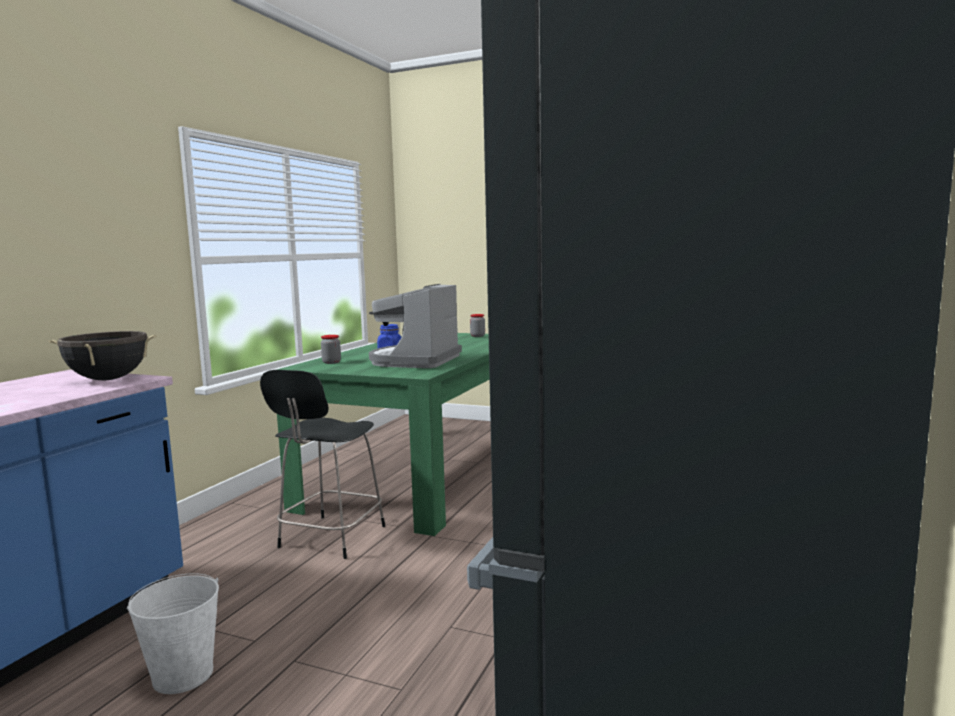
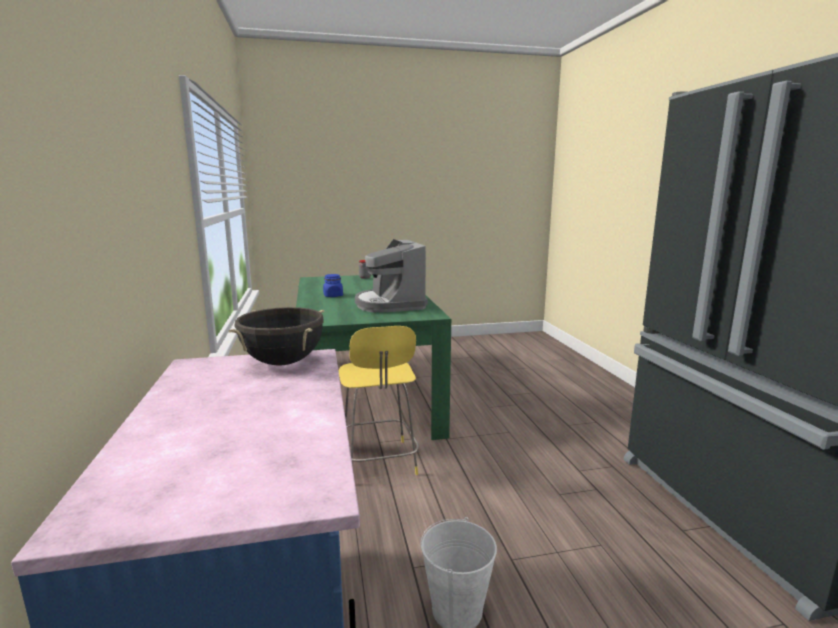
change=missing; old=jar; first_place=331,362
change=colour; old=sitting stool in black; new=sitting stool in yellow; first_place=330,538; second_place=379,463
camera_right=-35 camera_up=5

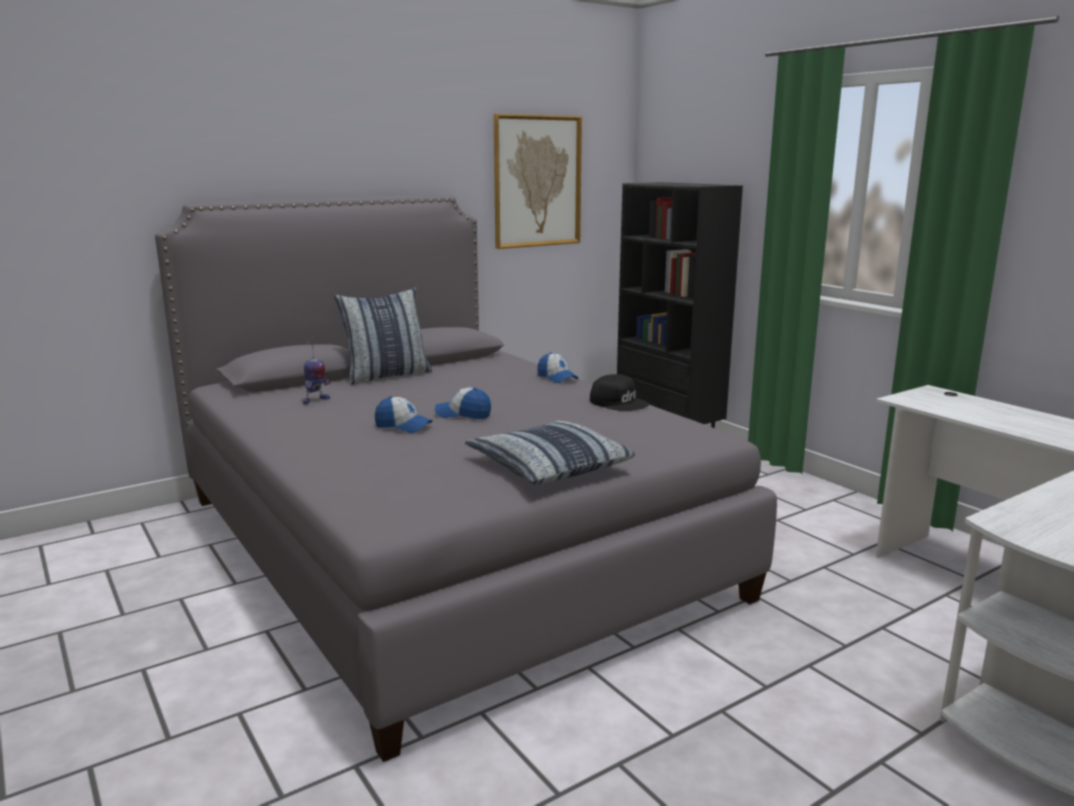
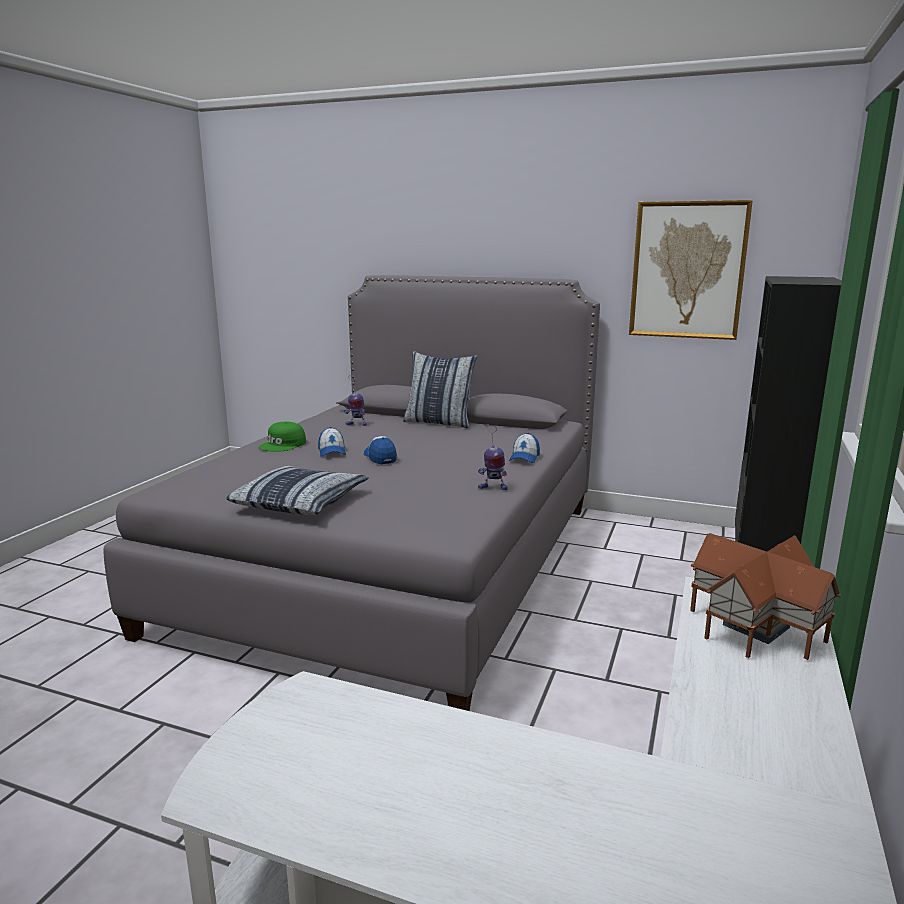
change=exchanged; old=peaked cap in black; new=toy robot; first_place=619,402; second_place=492,488
change=appeared; new=peaked cap in green; second_place=283,445
change=appeared; new=model house; second_place=757,627
camera_right=55 camera_up=0

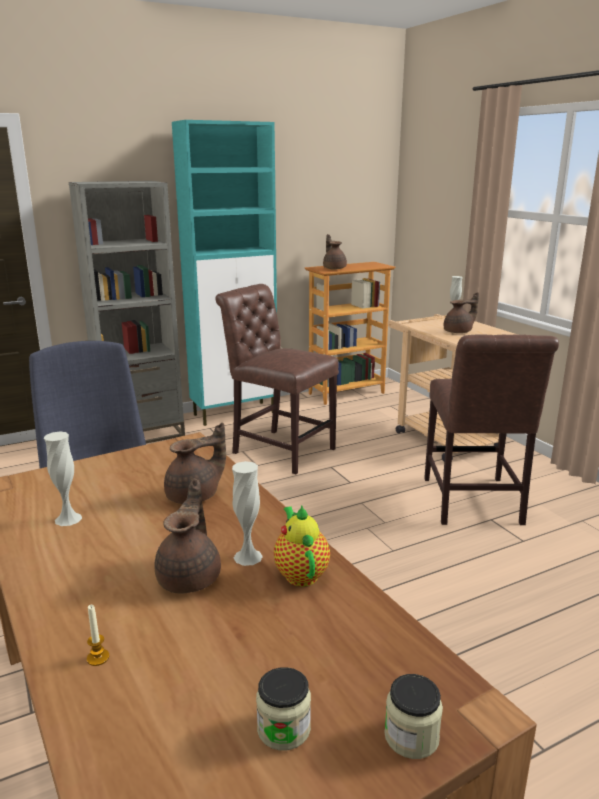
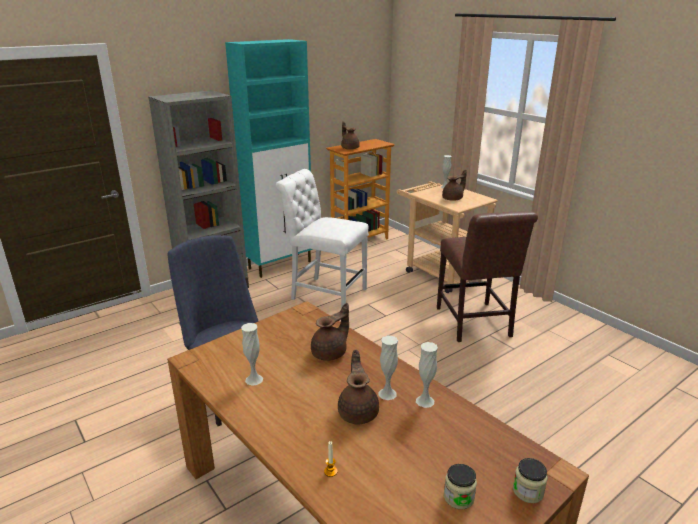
change=colour; old=plain chair in brownish; new=plain chair in white-coloured; first_place=279,449; second_place=325,293
change=exchanged; old=pot for tea; new=vase in white-coloured; first_place=300,573; second_place=425,401
camera_right=-10 camera_up=5

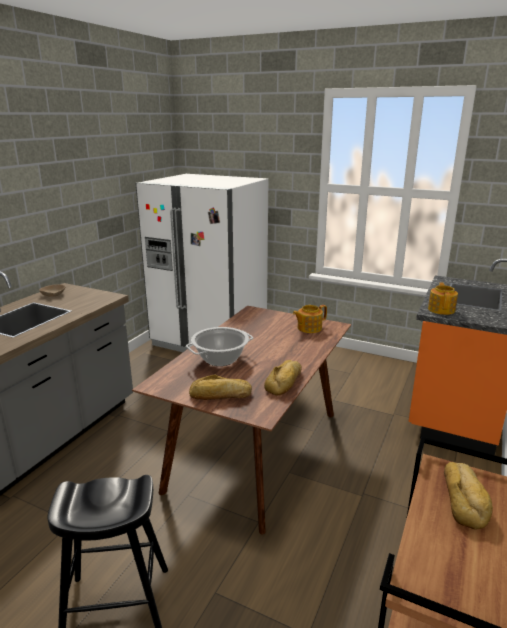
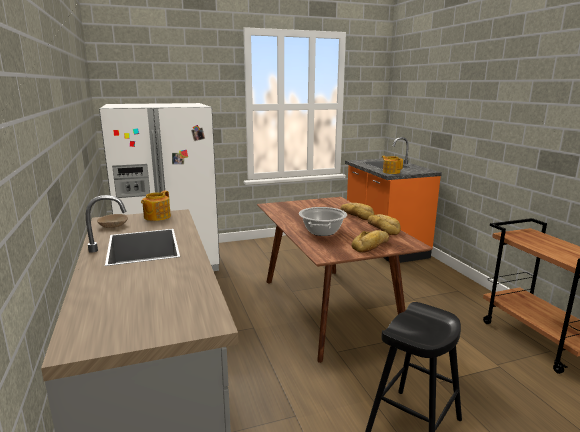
change=relocated; old=pot for tea; first_place=308,328; second_place=156,217
change=relocated; old=bread; first_place=465,499; second_place=357,215
camera_right=-45 camera_up=-5

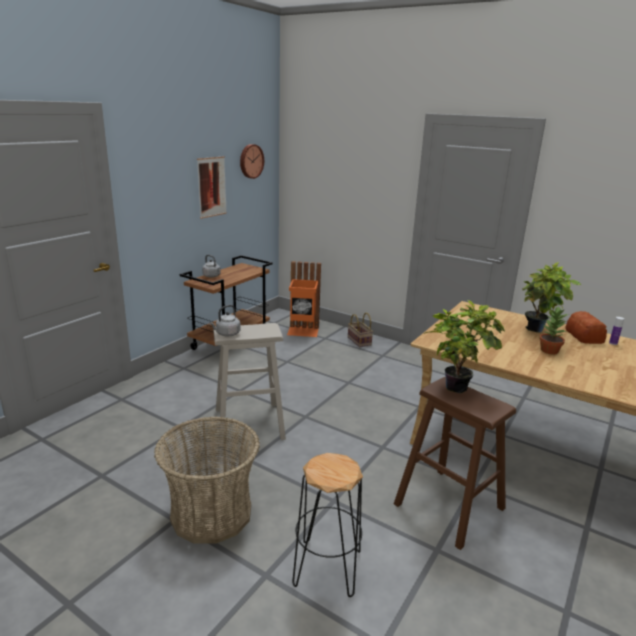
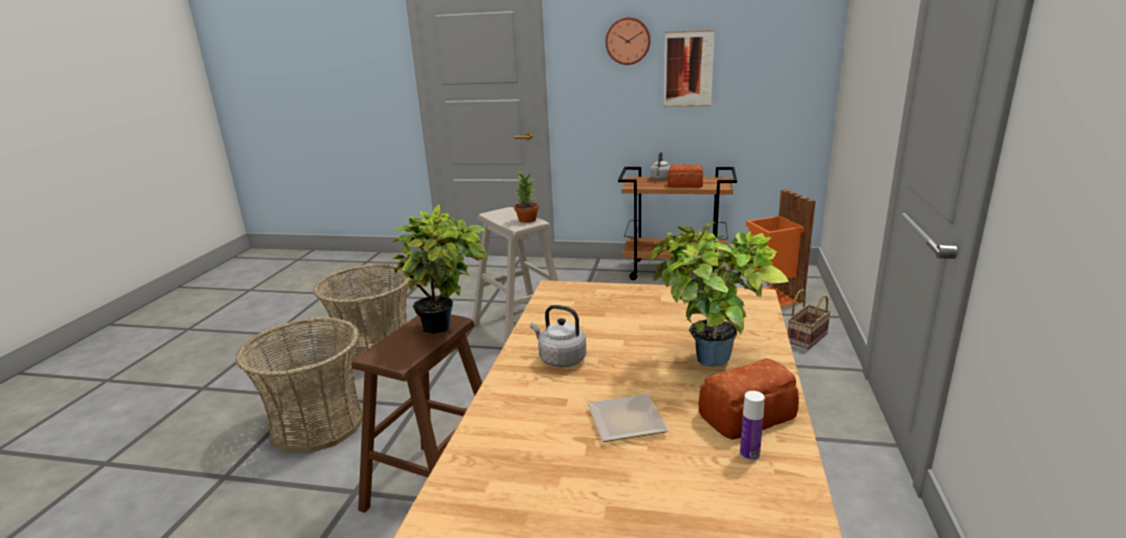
change=relocated; old=clock on the wall; first_place=250,161; second_place=628,41
change=relocated; old=kettle in greyish; first_place=226,334; second_place=560,359
change=relocated; old=potted plant; first_place=549,351; second_place=526,220
change=exchanged; old=sitting stool in black; new=basket; first_place=326,567; second_place=317,424
change=appeared; new=bread; second_place=686,185
change=appeared; new=plate; second_place=628,420
camera_right=70 camera_up=0

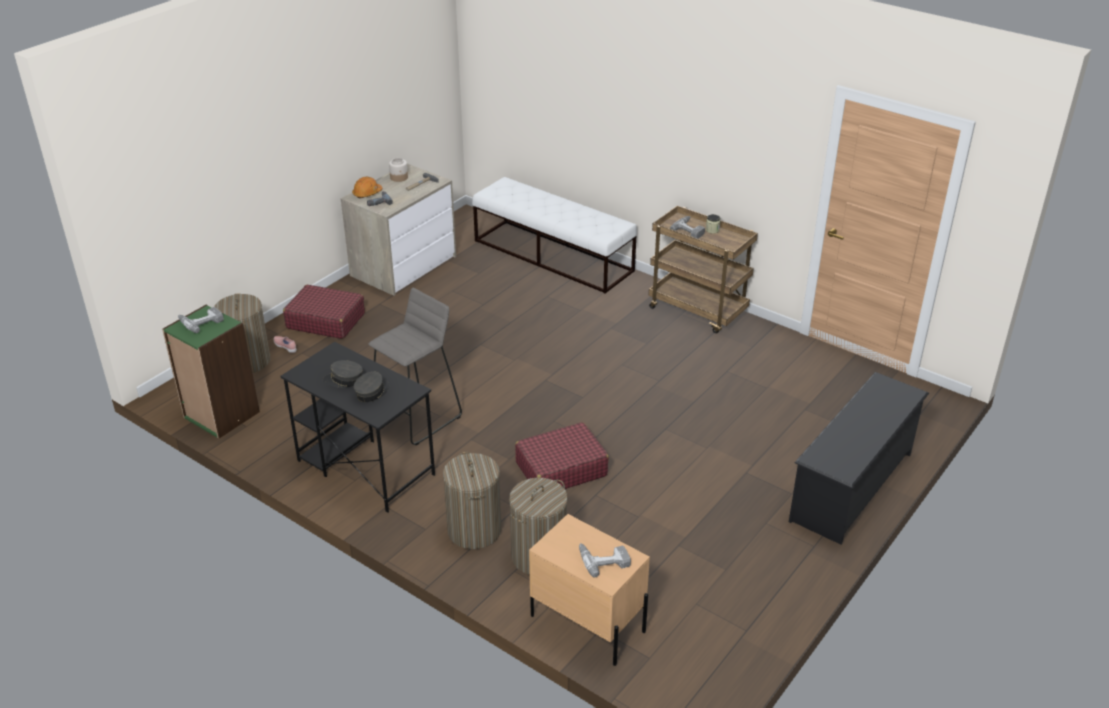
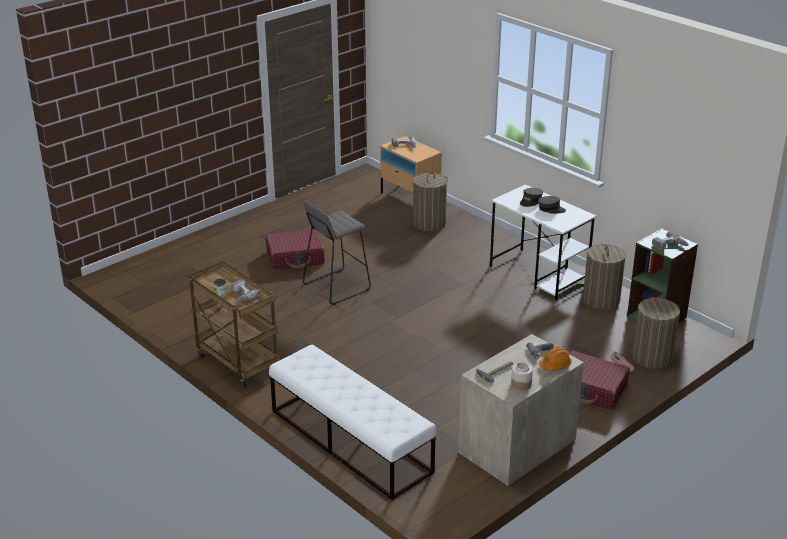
change=relocated; old=sitting stool in greyish; first_place=417,417; second_place=336,287
change=colour; old=desk in black; new=desk in white-coloured; first_place=364,467; second_place=539,274
change=missing; old=shoe shelf in black; first_place=852,486
change=relocated; old=suitcase in red-coloured; first_place=560,469; second_place=295,257
change=relocated; old=washing basket; first_place=474,530; second_place=601,300
camera_right=-170 camera_up=-5

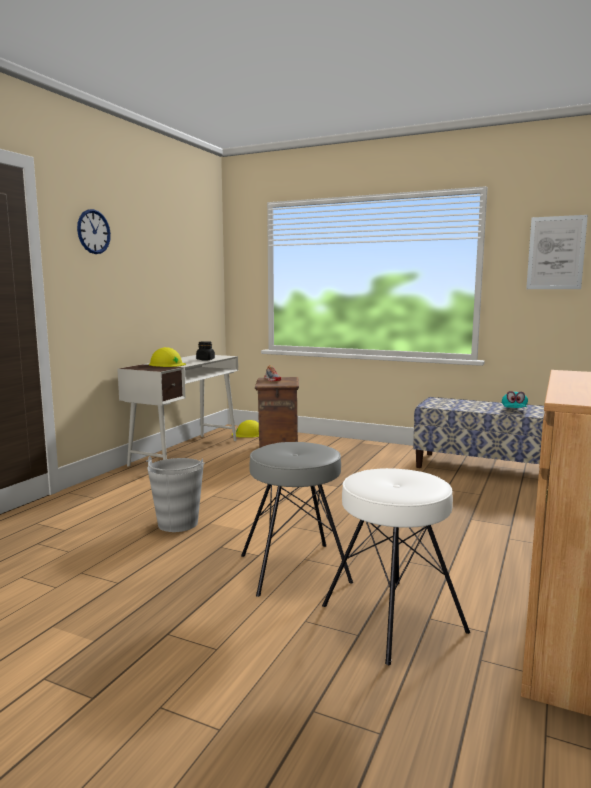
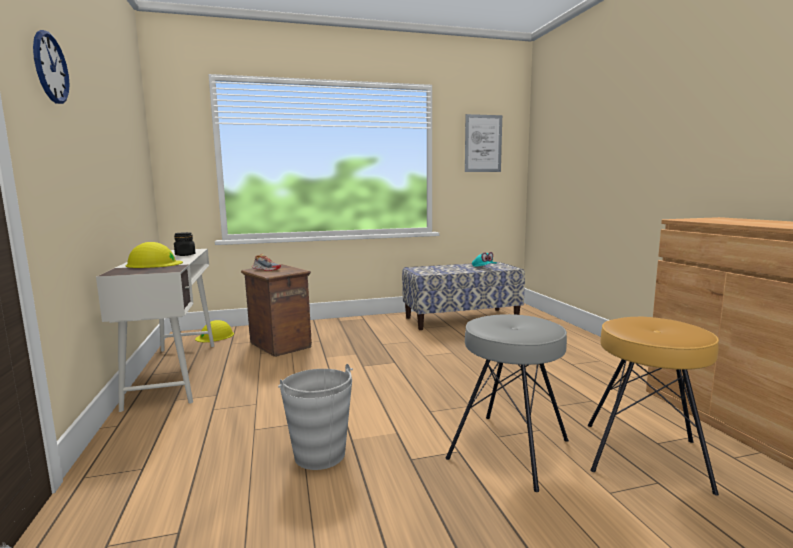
change=colour; old=sitting stool in white-coloured; new=sitting stool in brownish; first_place=392,619; second_place=645,456
camera_right=-40 camera_up=0

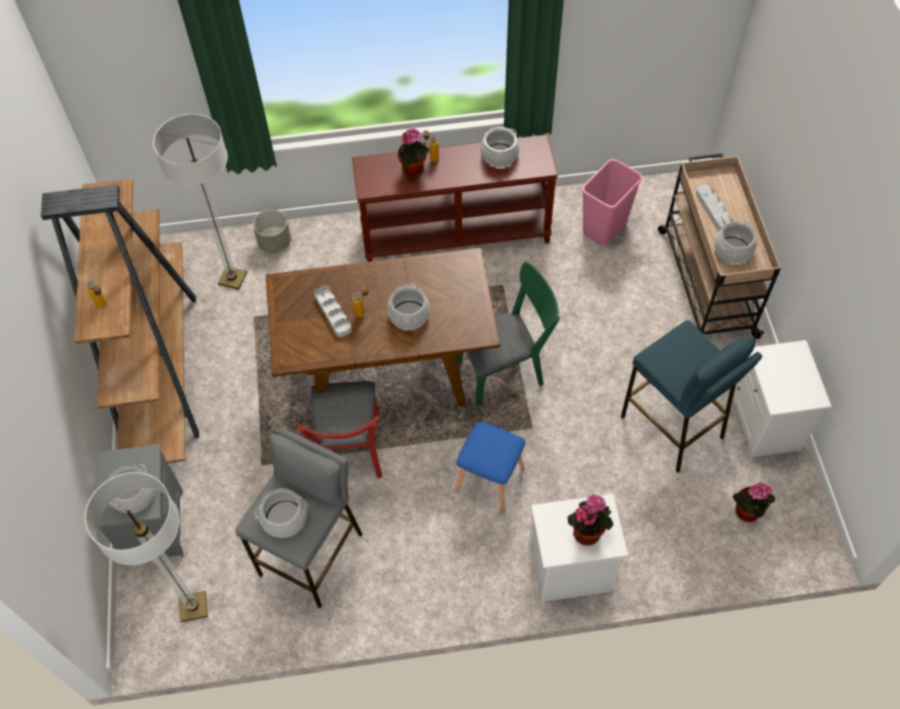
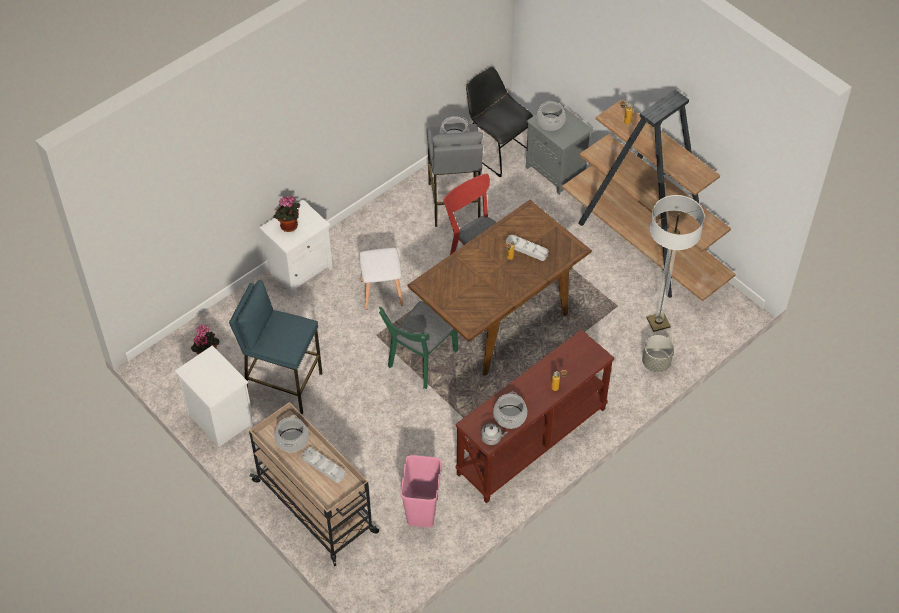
change=missing; old=potted plant; first_place=414,171
change=missing; old=cooking pot; first_place=408,315
change=colour; old=sitting stool in blue; new=sitting stool in white-coloured; first_place=489,478; second_place=382,292
change=exchanged; old=standard lamp; new=plain chair in black; first_place=193,607; second_place=497,150
change=appeared; new=kettle in greyish; second_place=492,438
camera_right=145 camera_up=-5

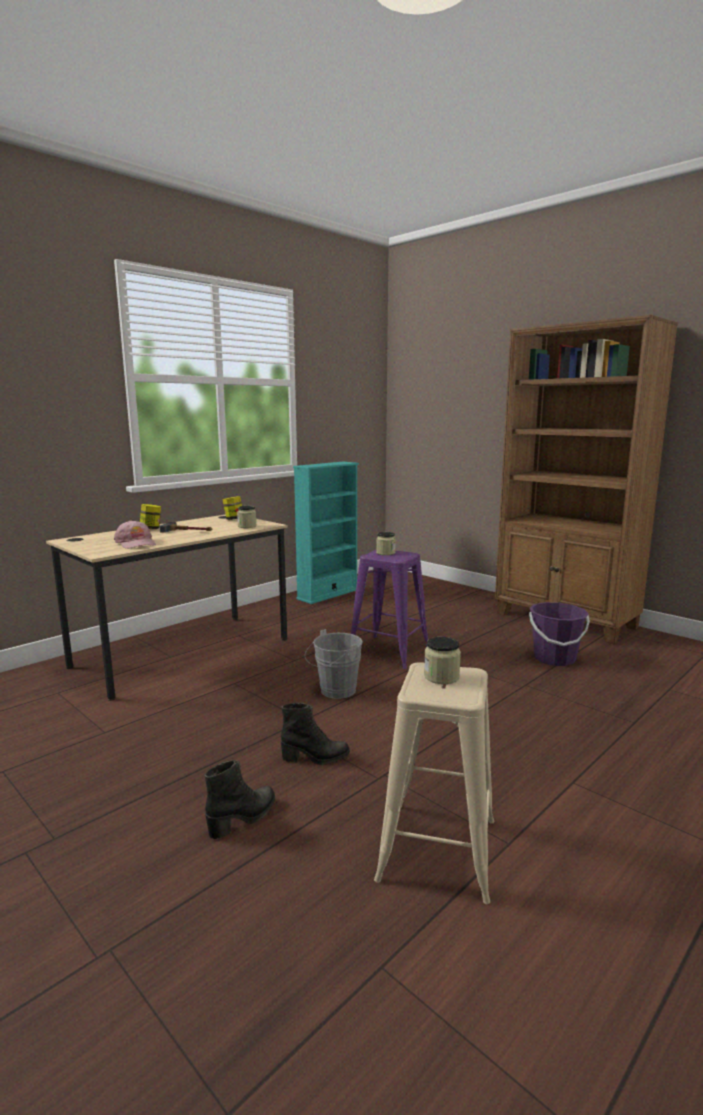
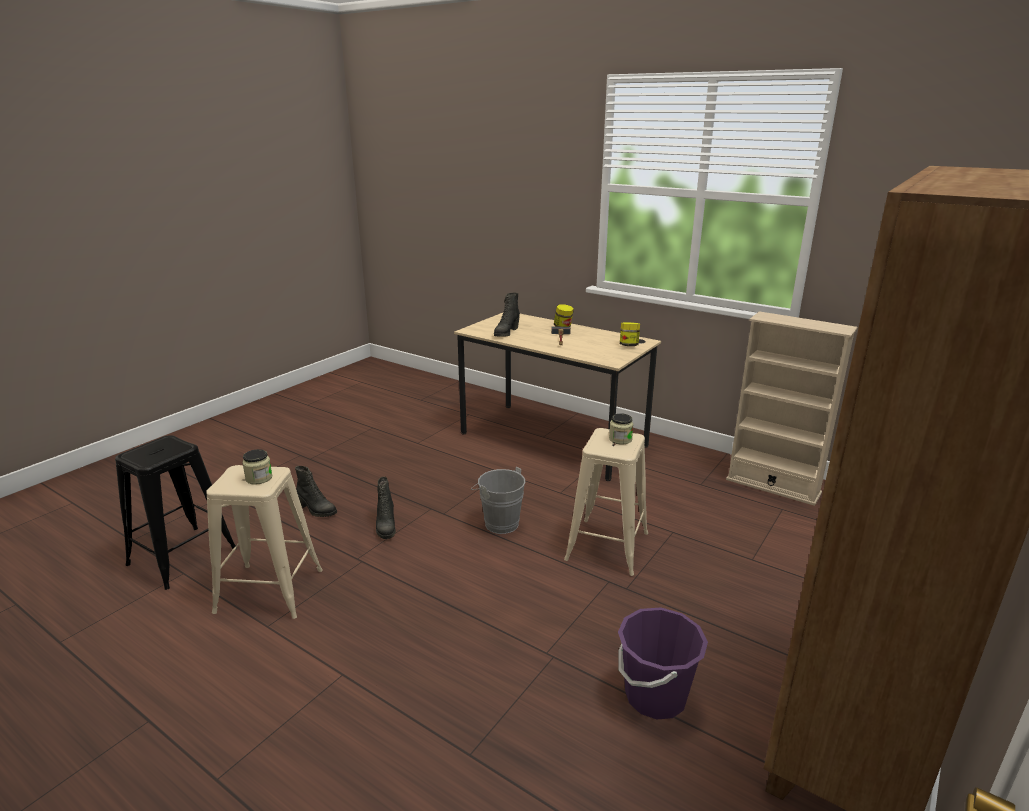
change=colour; old=shelving unit in turquoise-coloured; new=shelving unit in sand-coloured; first_place=328,594; second_place=773,486
change=missing; old=jar; first_place=247,526
change=exchanged; old=peaked cap in pink; new=boot in black; first_place=136,543; second_place=506,333
change=colour; old=sitting stool in purple; new=sitting stool in sand-coloured; first_place=388,652; second_place=607,546
change=appeared; new=sitting stool in black; second_place=182,557
camera_right=80 camera_up=10

